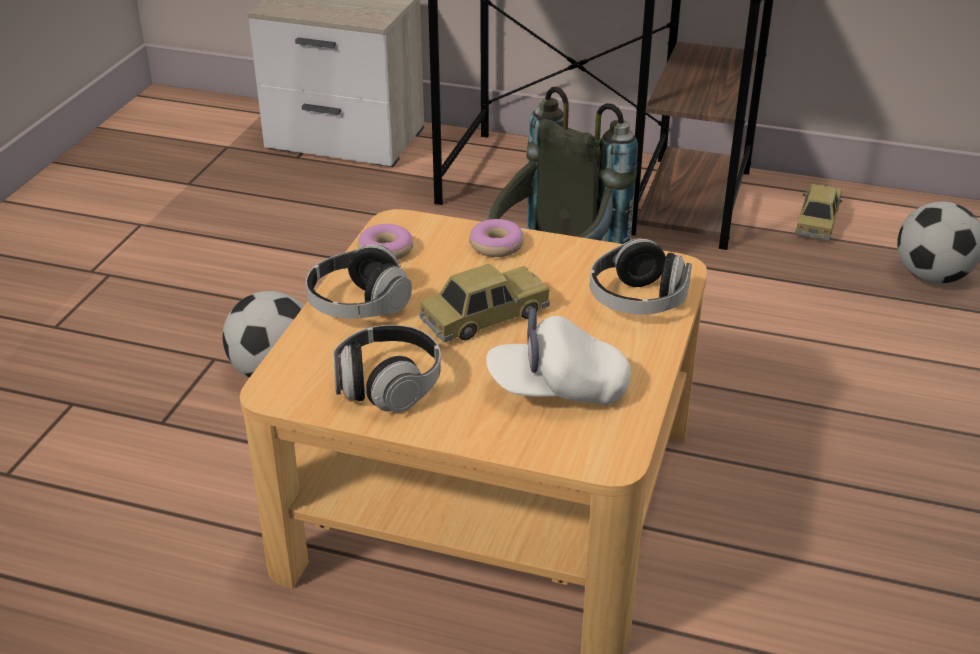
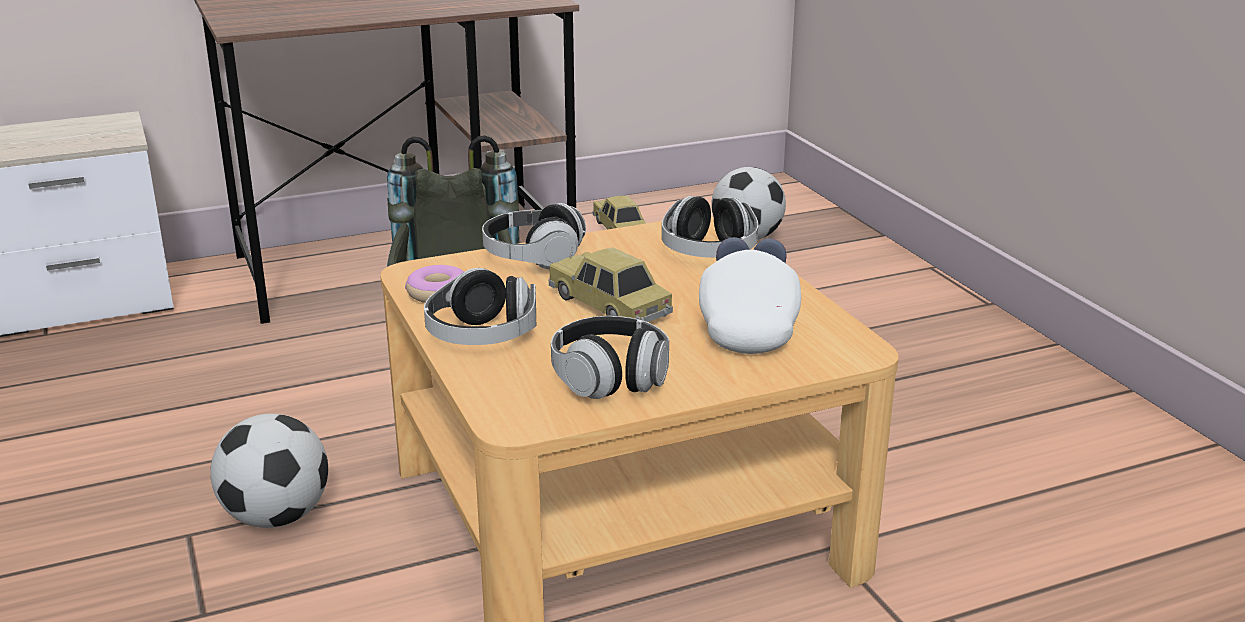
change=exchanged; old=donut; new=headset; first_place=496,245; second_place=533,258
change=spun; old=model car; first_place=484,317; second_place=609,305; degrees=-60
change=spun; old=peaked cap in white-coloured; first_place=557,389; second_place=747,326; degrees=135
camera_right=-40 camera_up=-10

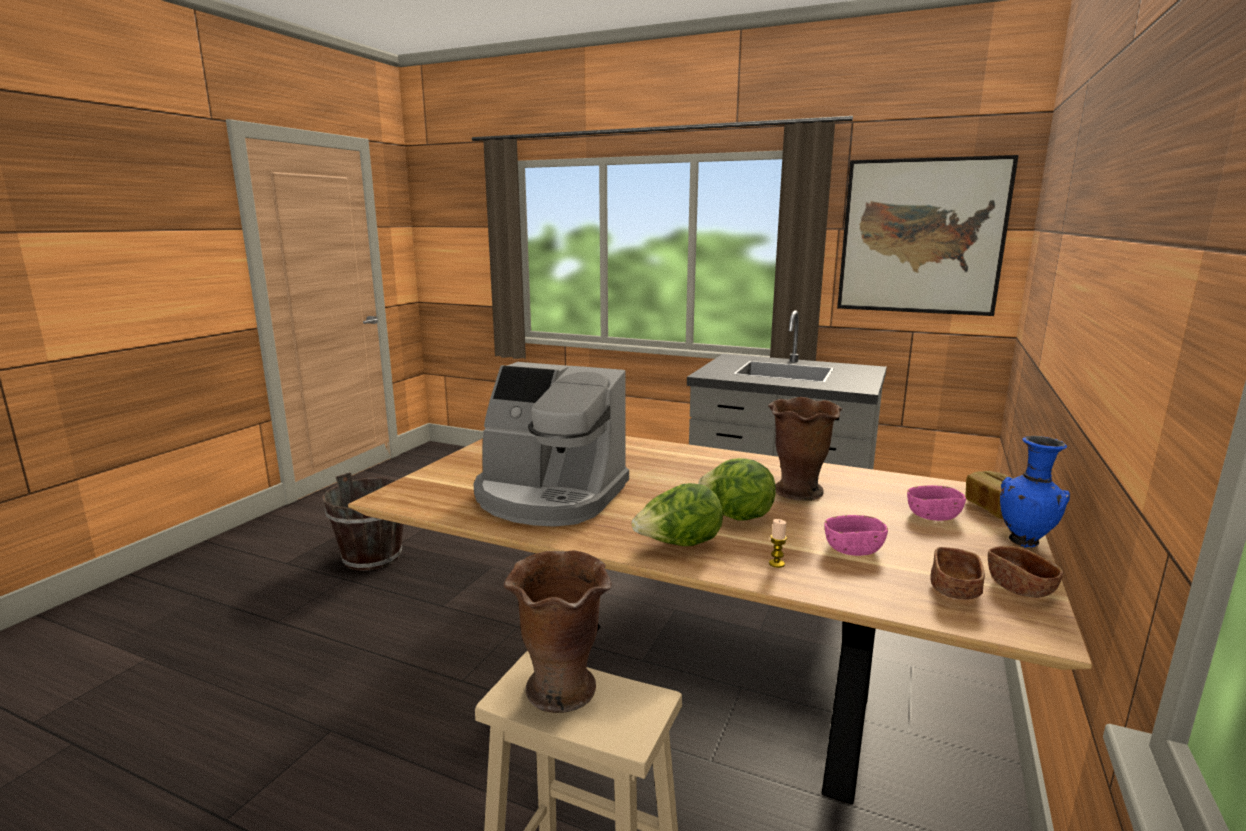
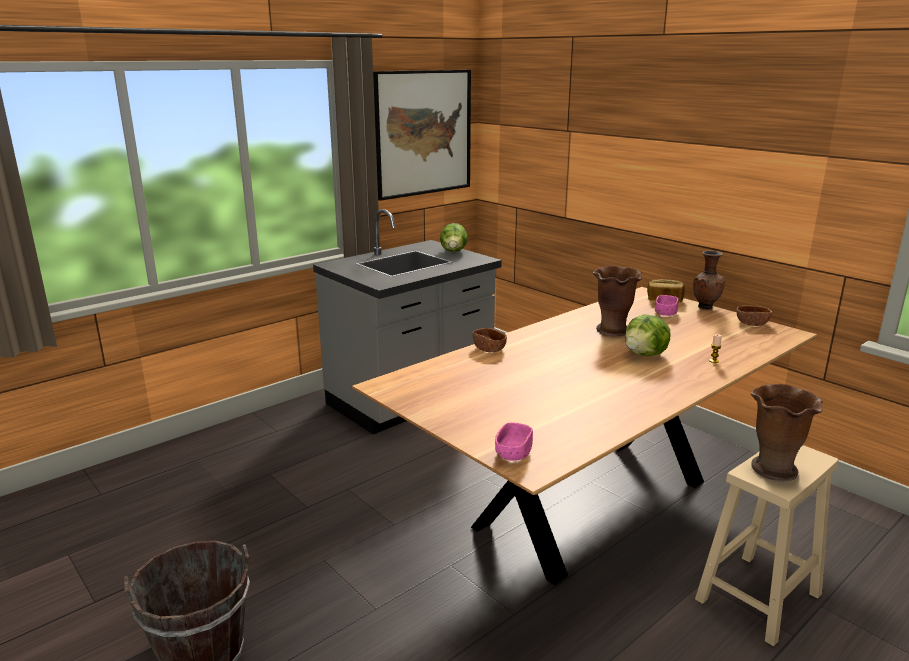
change=missing; old=coffee maker; first_place=549,496
change=colour; old=vase in blue; new=vase in brownish; first_place=1025,542; second_place=705,307
change=relocated; old=lettuce head; first_place=678,545; second_place=453,252
change=relocated; old=deep dish in pink; first_place=853,549; second_place=513,453
change=relocated; old=deep dish in brownish; first_place=954,589; second_place=489,349
camera_right=-65 camera_up=5

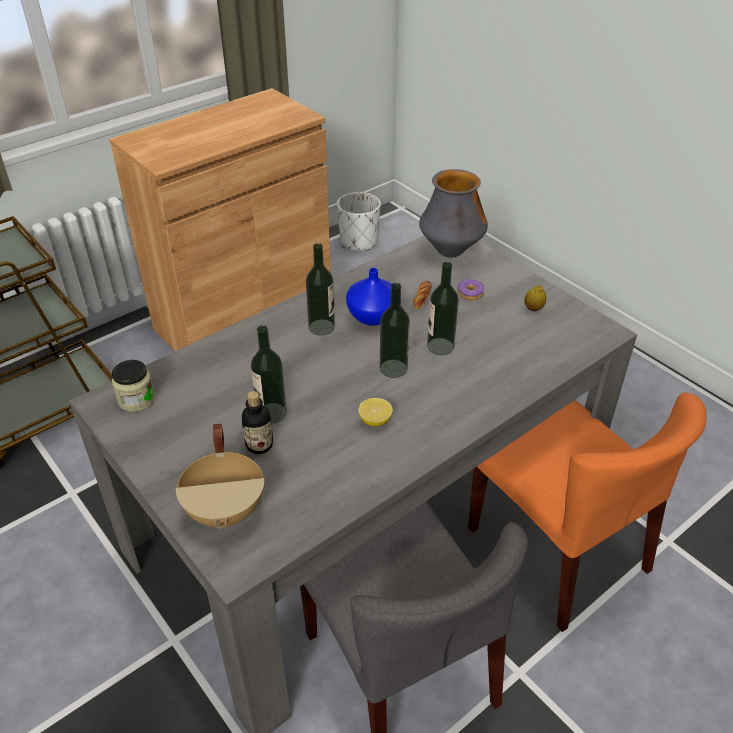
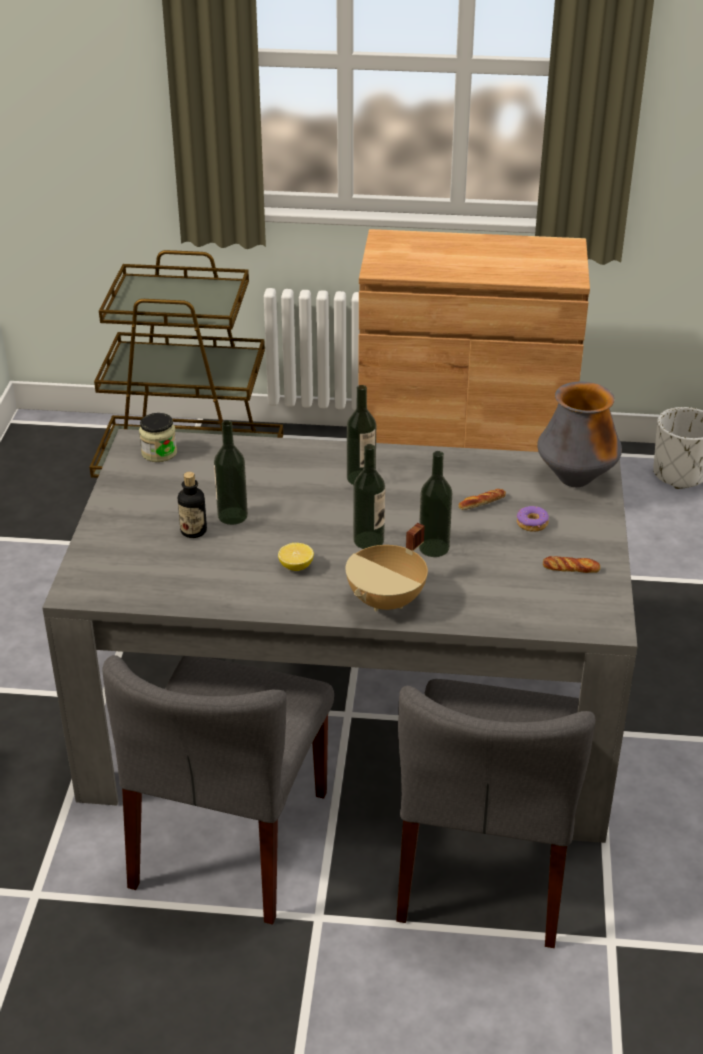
change=missing; old=vase in blue; first_place=374,317
change=exchanged; old=lemon; new=bread; first_place=533,308; second_place=571,568
change=colour; old=plain chair in orangey; new=plain chair in greyish; first_place=558,550; second_place=487,865
change=relocated; old=cooking pot in sand-coloured; first_place=227,510; second_place=387,601
camera_right=45 camera_up=-5

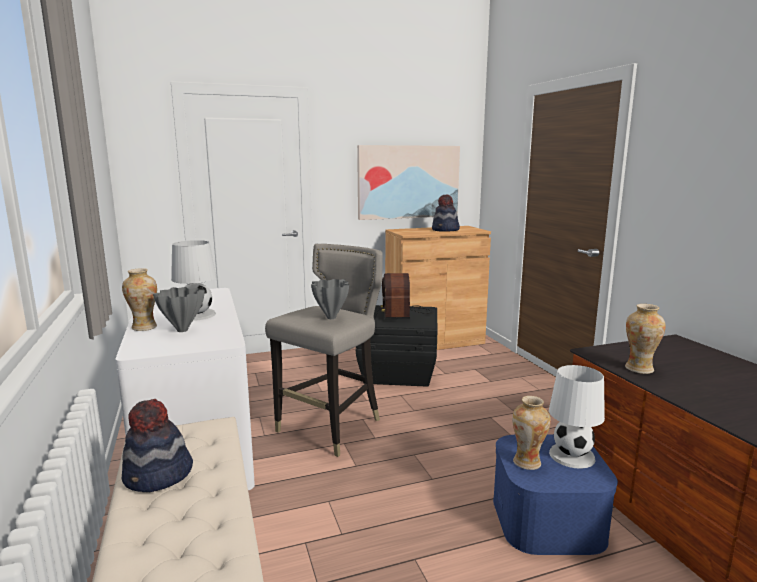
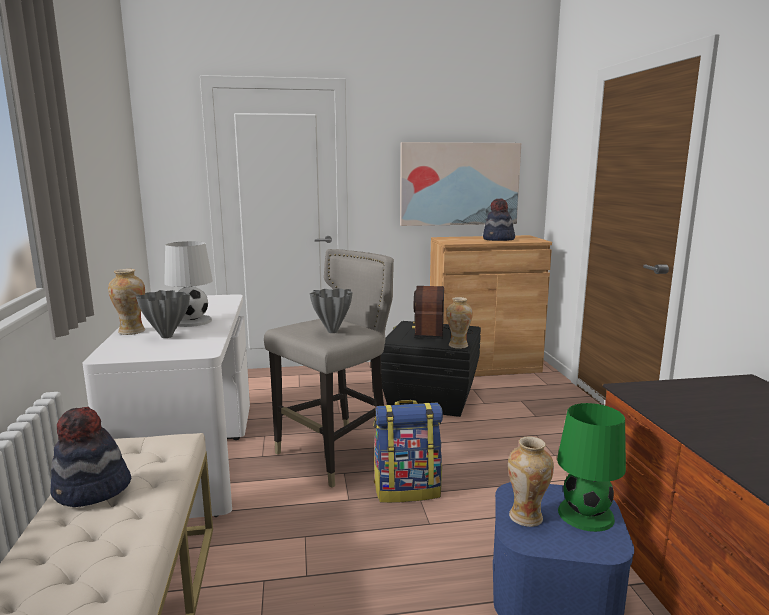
change=relocated; old=vase; first_place=639,369; second_place=458,345
change=colour; old=table lamp in white-coloured; new=table lamp in green; first_place=572,456; second_place=585,515
change=appeared; new=backpack; second_place=407,490
camera_right=10 camera_up=0

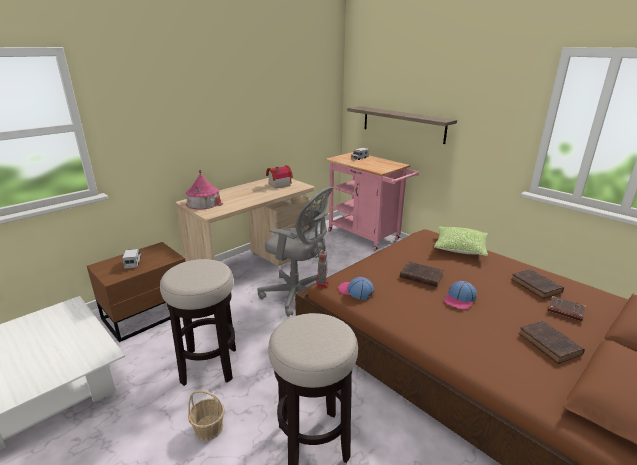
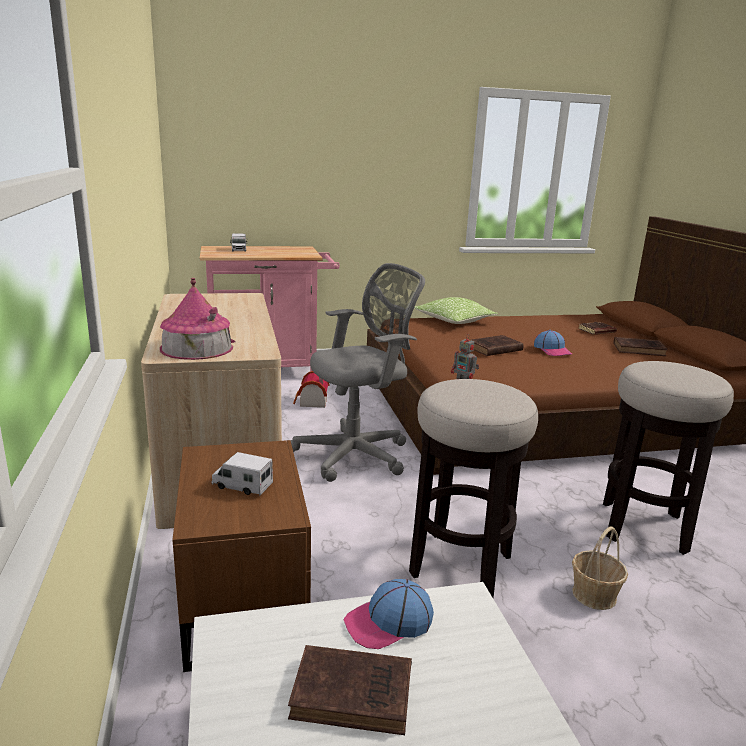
change=missing; old=bracket shelf; first_place=403,124
change=relocated; old=model house; first_place=278,184; second_place=311,402
change=relocated; old=bound book in brownish; first_place=537,286; second_place=355,694
change=relocated; old=peaked cap; first_place=355,291; second_place=388,622
camera_right=-60 camera_up=-5

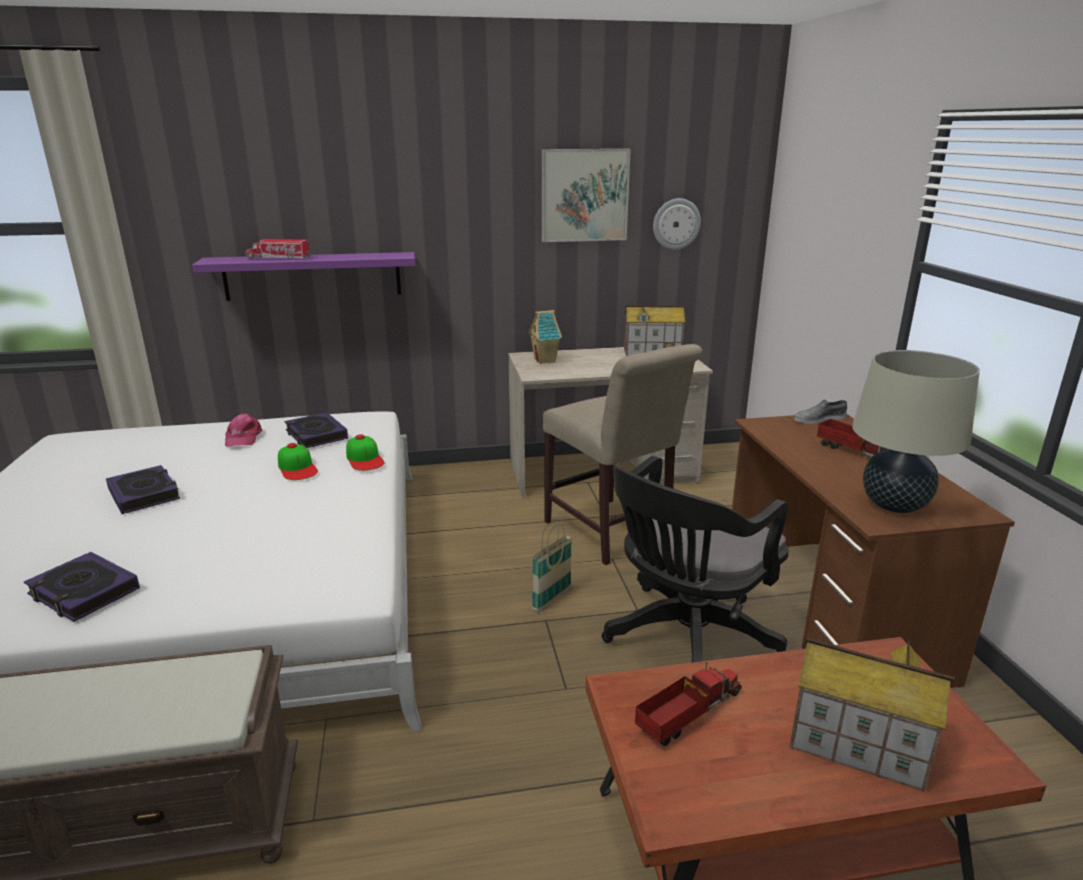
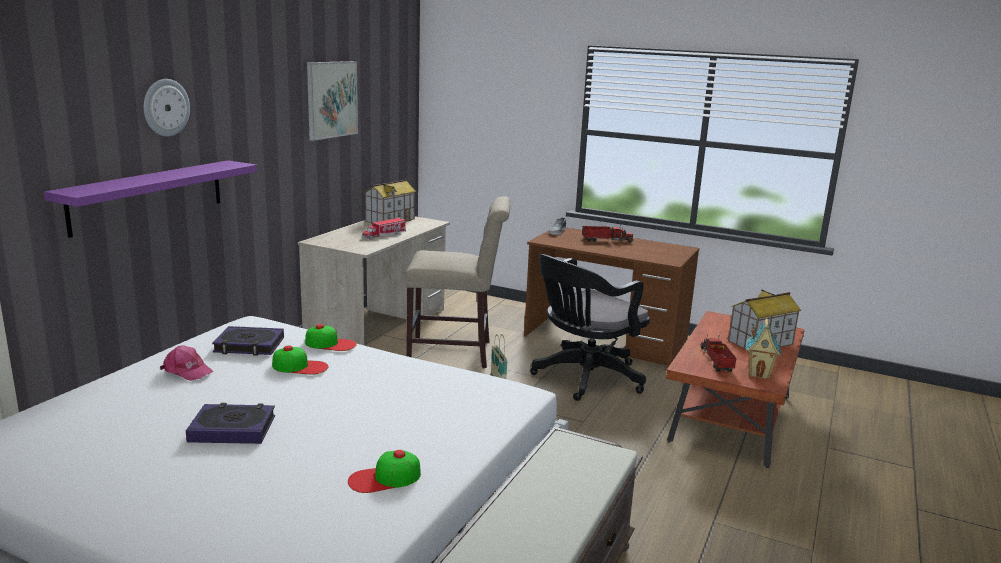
change=relocated; old=clock on the wall; first_place=676,224; second_place=165,107
change=relocated; old=toy lorry; first_place=278,258; second_place=384,235
change=relocated; old=model house; first_place=545,361; second_place=759,374
change=missing; old=table lamp in sand-coloured; first_place=894,505
change=spun; old=computer chair in black; first_place=685,641; second_place=584,378; degrees=60
change=exchanged; old=bound book; new=peaked cap; first_place=84,592; second_place=384,478
camera_right=-55 camera_up=-5

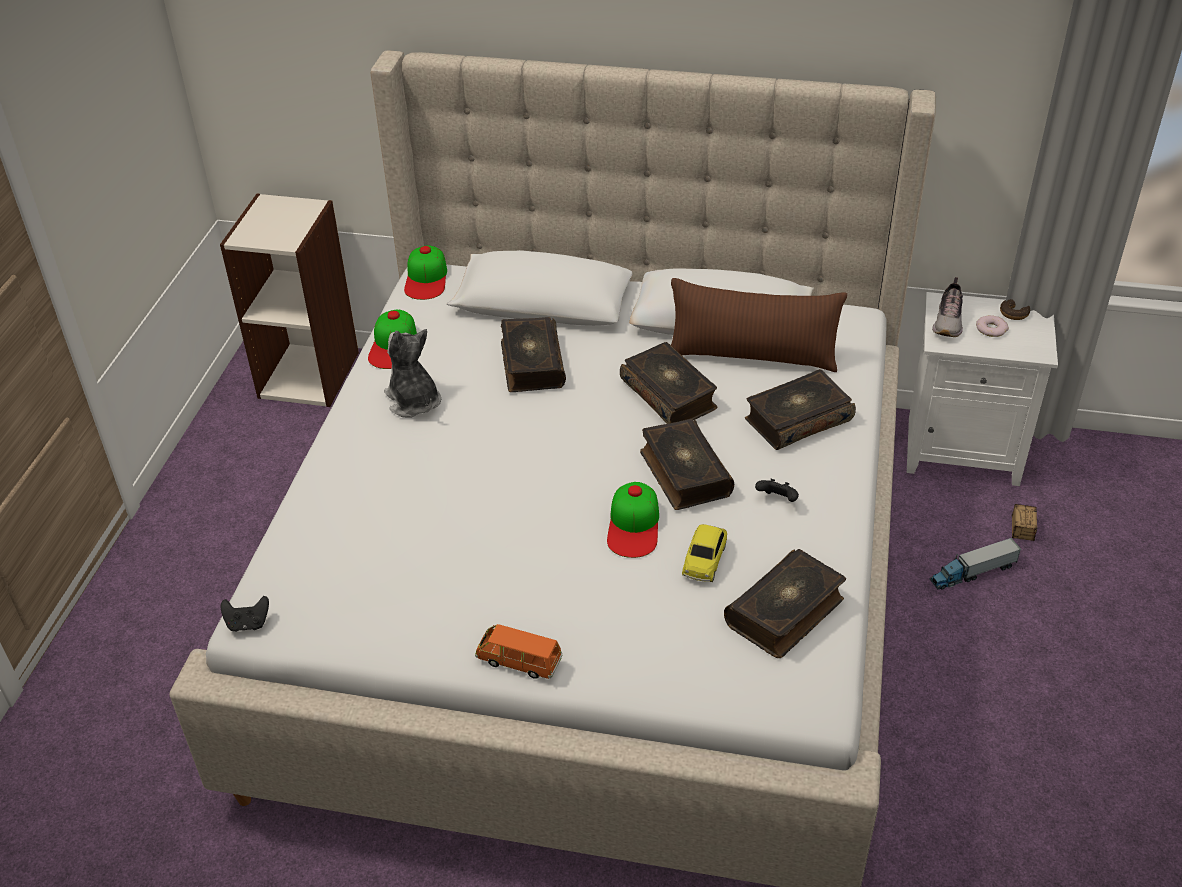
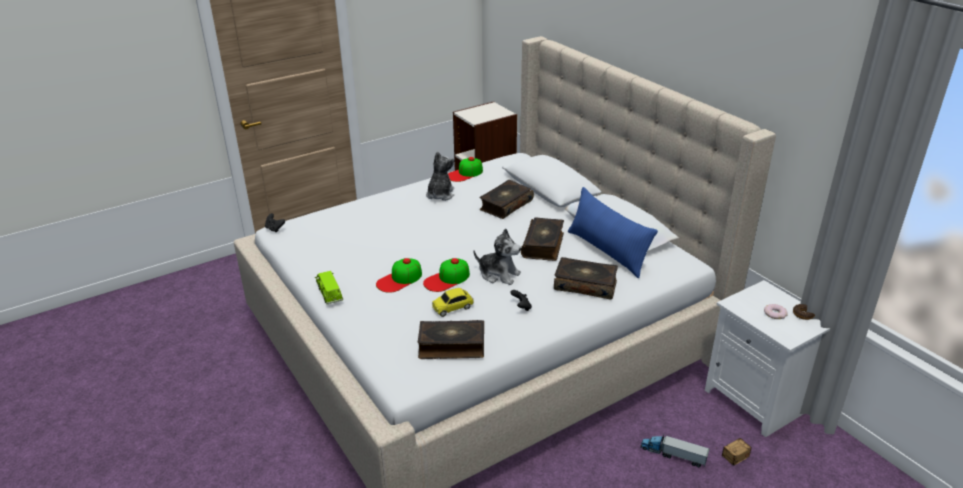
change=relocated; old=peaked cap; first_place=426,278; second_place=399,279
change=missing; old=low shoe; first_place=948,322
change=colour; old=pillow in brownish; new=pillow in blue; first_place=752,356; second_place=607,251
change=exchanged; old=bound book; new=plush toy; first_place=684,473; second_place=499,274
change=colour; old=model car in orangey; new=model car in green; first_place=519,661; second_place=330,294
camera_right=45 camera_up=-10

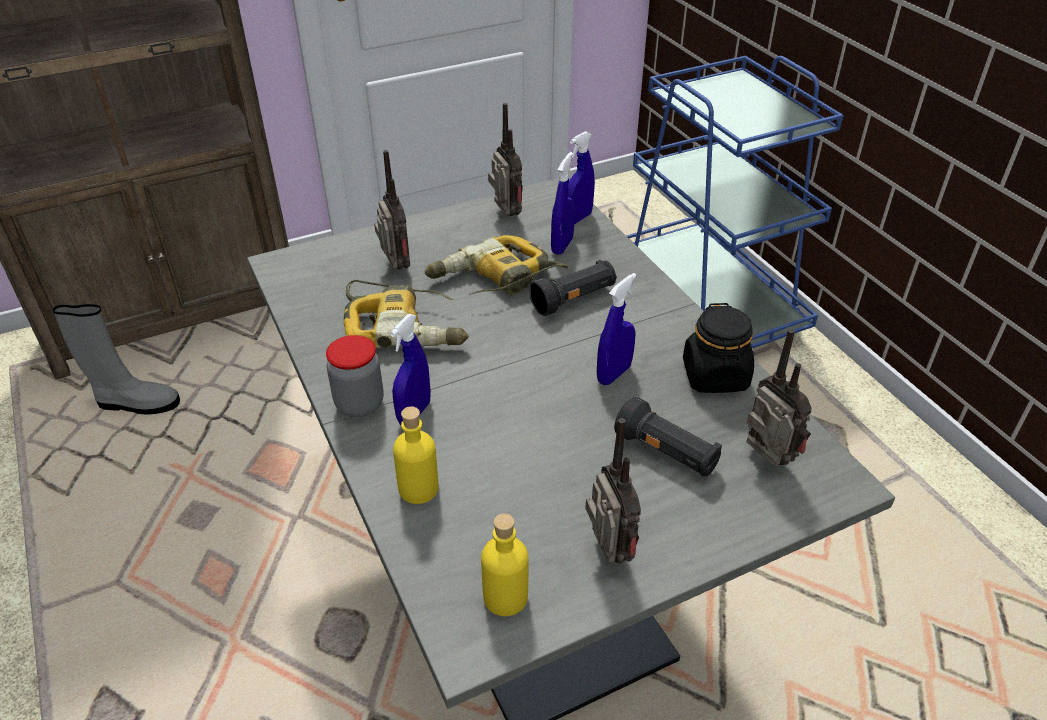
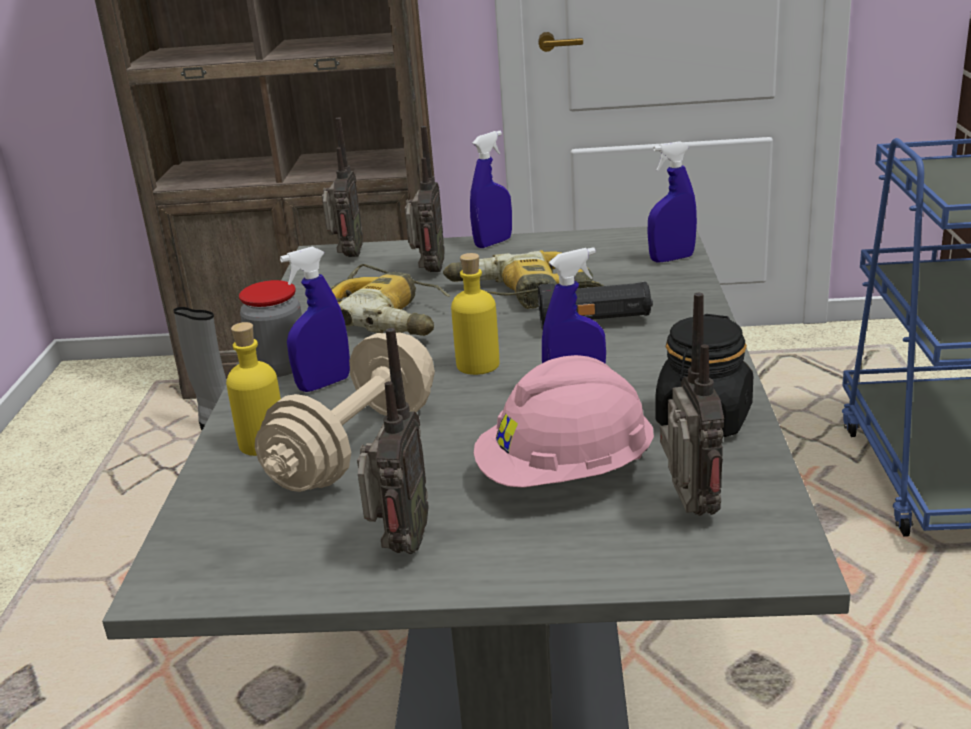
change=relocated; old=radio; first_place=505,215; second_place=347,256
change=relocated; old=sprayer in blue; first_place=562,245; second_place=493,243
change=exchanged; old=torch in black; new=work helmet in pink; first_place=666,453; second_place=566,475
change=relocated; old=beverage bottle in yellow; first_place=505,597; second_place=478,365
change=appeared; new=hand weight in sand-coloured; second_place=356,447
camera_right=30 camera_up=-15

